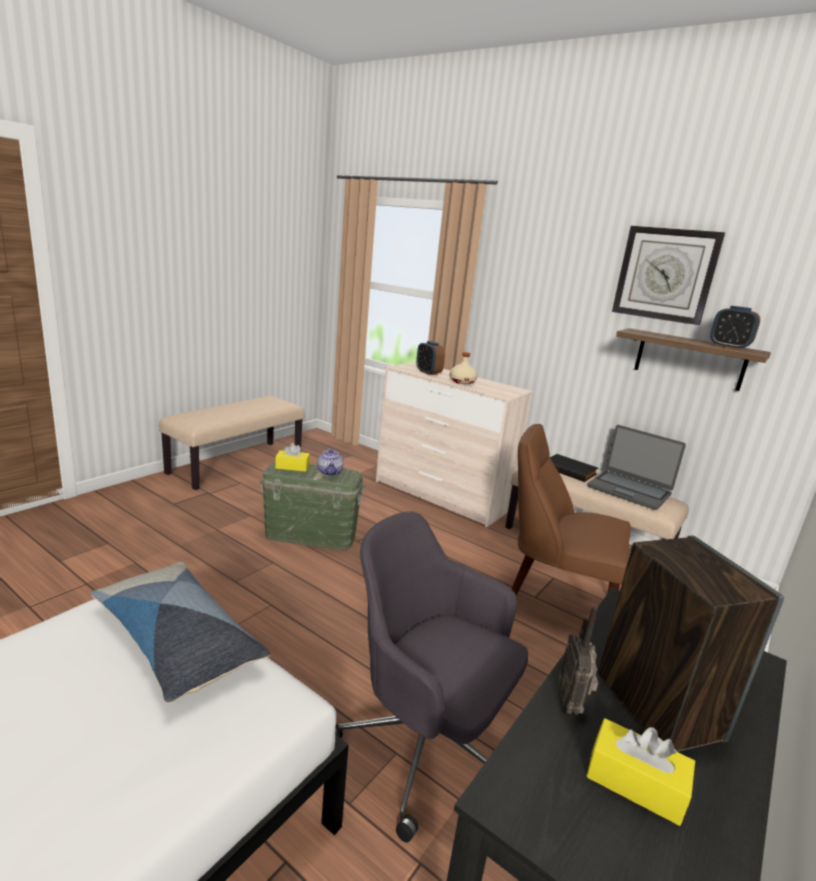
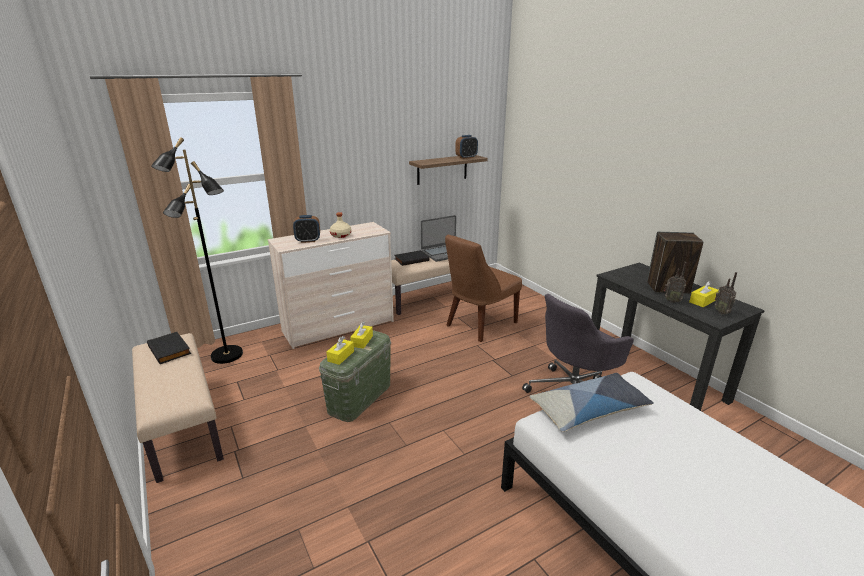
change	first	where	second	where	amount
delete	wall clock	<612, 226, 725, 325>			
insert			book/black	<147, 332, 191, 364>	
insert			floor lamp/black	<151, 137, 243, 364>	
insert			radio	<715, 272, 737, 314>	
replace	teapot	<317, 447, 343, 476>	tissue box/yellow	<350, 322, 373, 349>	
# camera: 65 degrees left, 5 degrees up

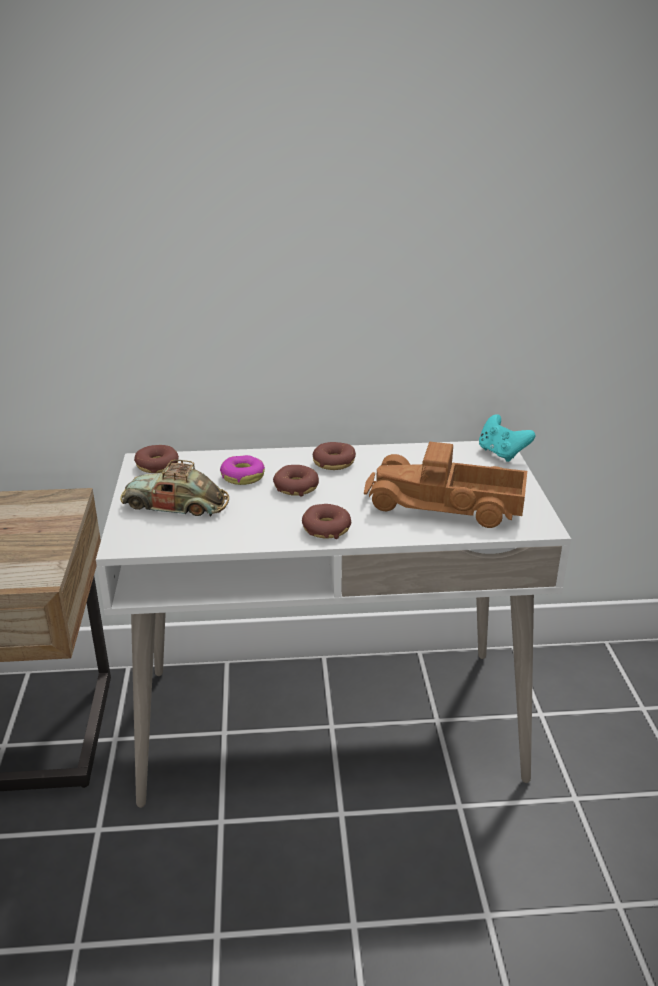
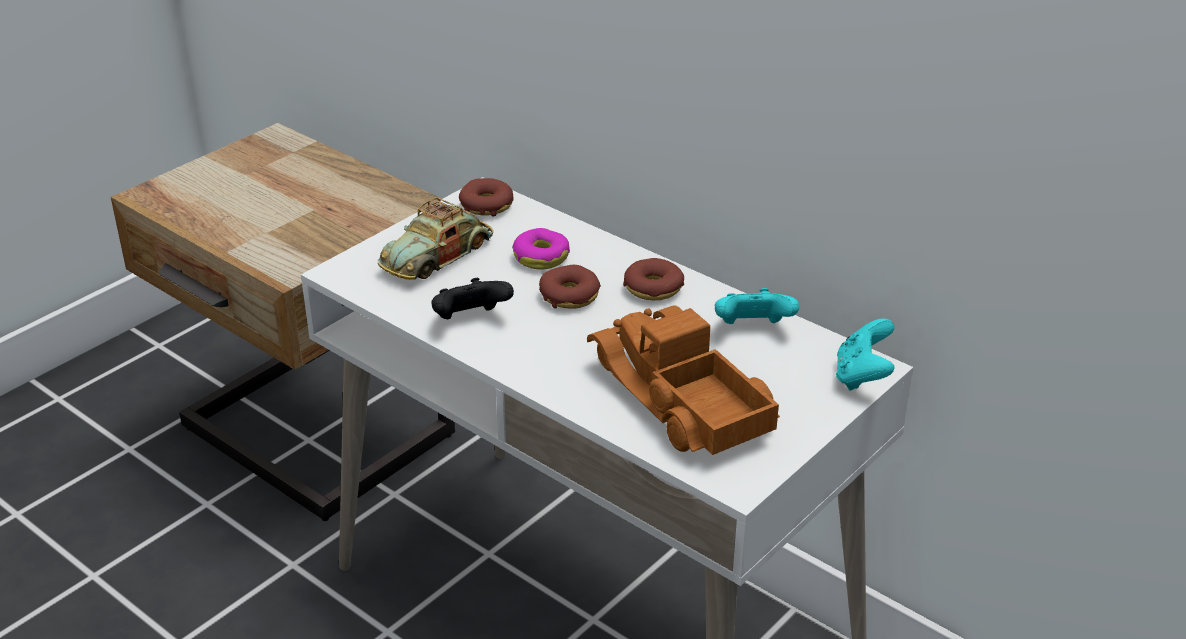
change	first	where	second	where	amount
delete	donut	<302, 504, 351, 539>			
insert			game controller/black	<431, 278, 514, 319>	
insert			game controller/turquoise	<715, 288, 799, 324>	
rotate	toy car	<120, 459, 229, 516>		<378, 198, 493, 280>	105 degrees counterclockwise
# camera: 45 degrees right, 5 degrees up

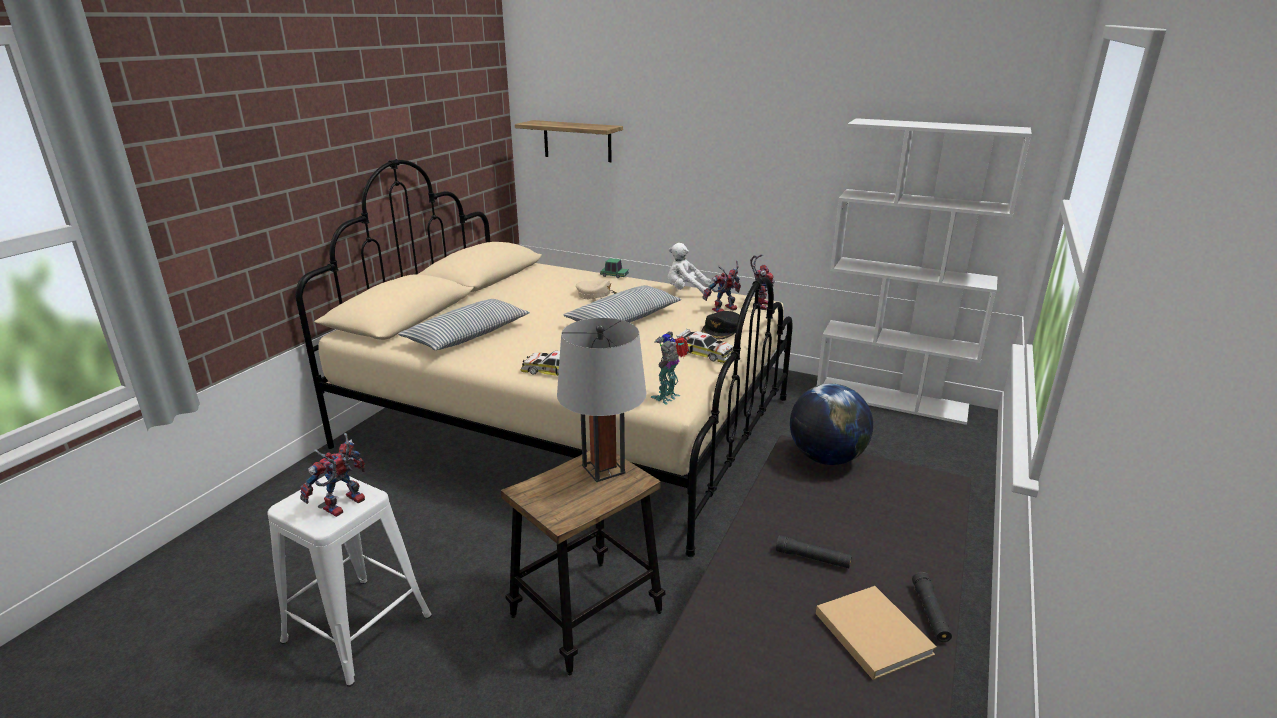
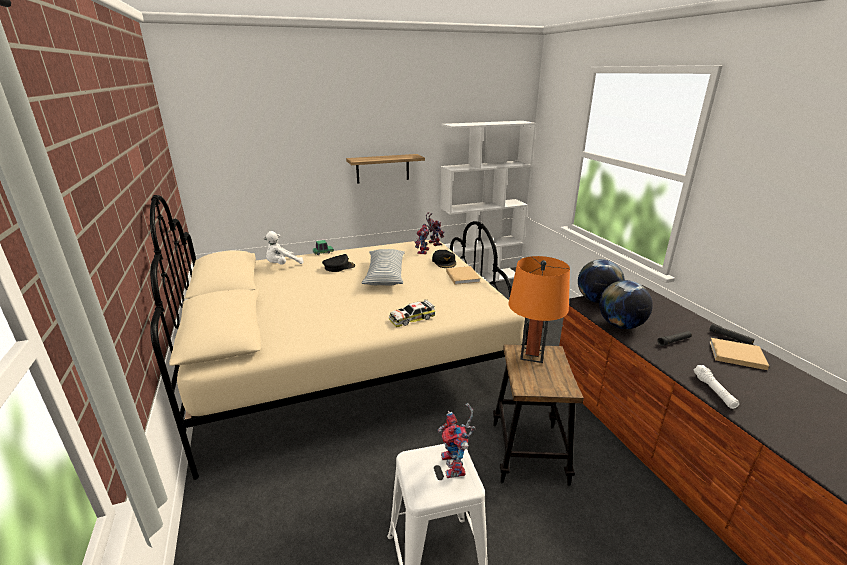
change	first	where	second	where	amount
delete	pillow	<398, 299, 530, 350>			
delete	toy robot	<651, 332, 689, 405>			
insert			globe	<599, 280, 653, 329>	
insert			flashlight/white	<693, 365, 740, 409>	
move	shelf	<515, 120, 623, 162>		<346, 154, 425, 184>	
move	plush toy/white	<668, 243, 711, 295>		<263, 231, 304, 265>	
replace	toy car	<676, 329, 734, 363>	book/beige	<446, 266, 481, 285>	
recolor	table lamp/grey	<557, 318, 646, 482>	table lamp/orange	<509, 256, 570, 363>	
recolor	cap/beige	<576, 280, 617, 299>	cap/black	<322, 254, 355, 272>	
# camera: 45 degrees left, 0 degrees up

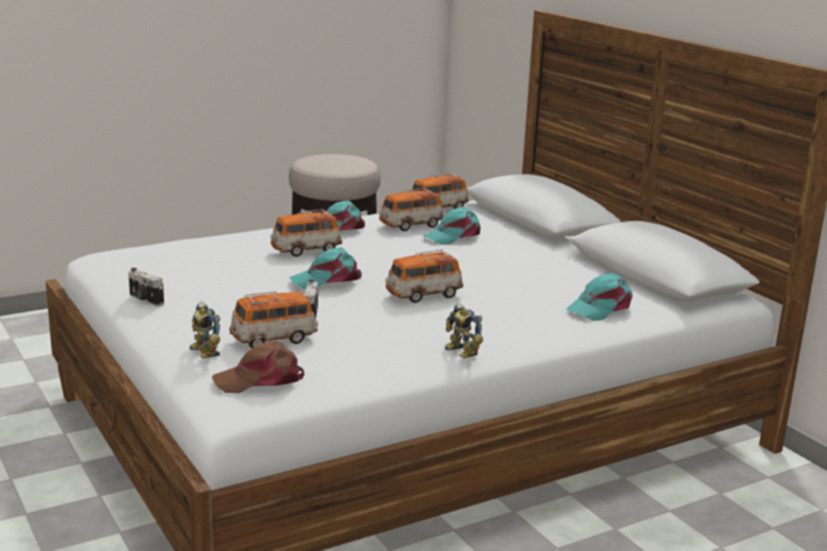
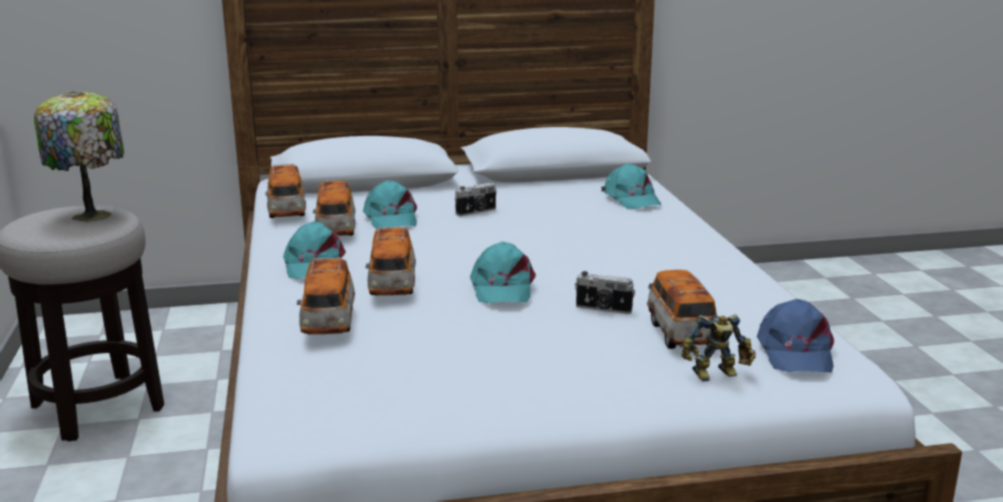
change	first	where	second	where	amount
delete	toy robot	<445, 303, 483, 358>			
insert			table lamp	<34, 91, 124, 222>	
move	photo camera	<128, 268, 164, 307>		<455, 183, 497, 216>	
move	toy car	<385, 250, 463, 303>		<297, 257, 355, 334>	
recolor	cap/brown	<212, 341, 304, 393>	cap/blue	<757, 299, 834, 372>	
# camera: 70 degrees left, 0 degrees up

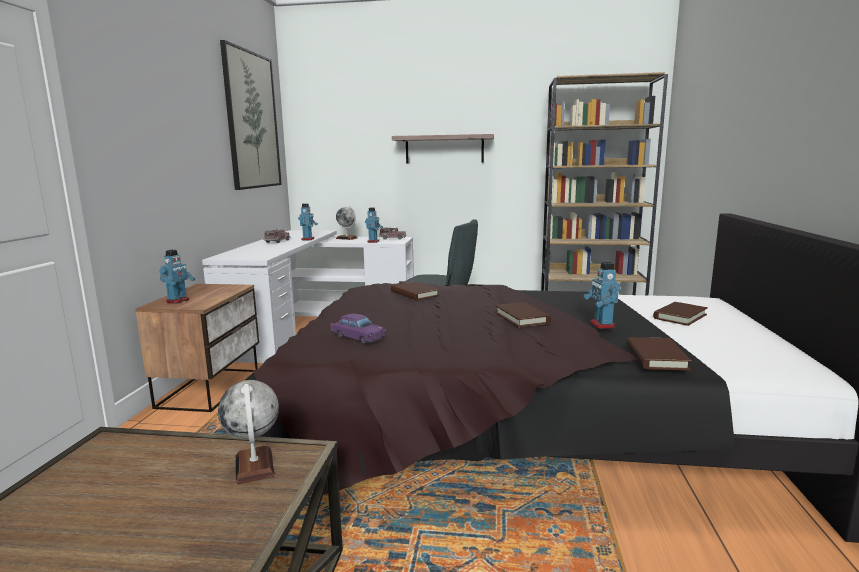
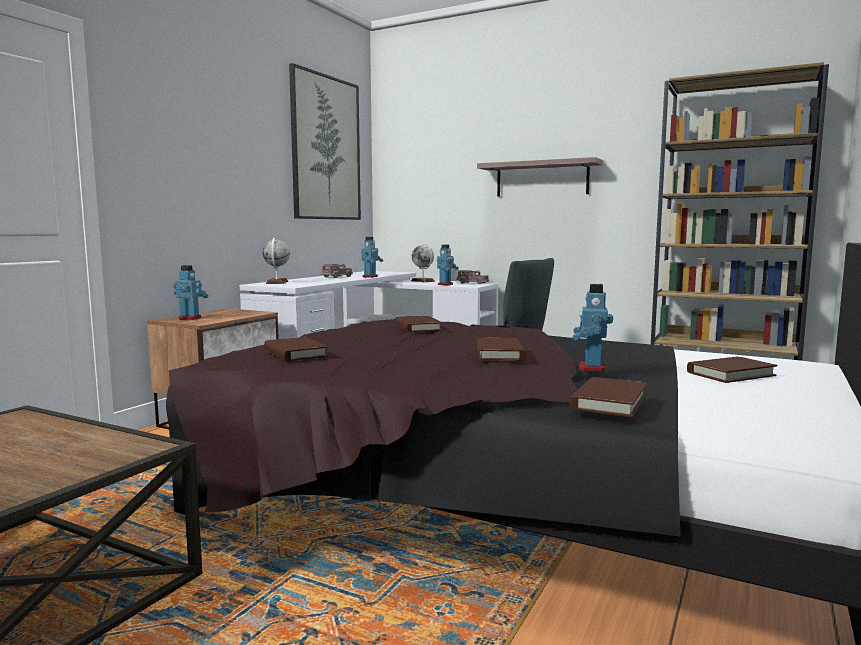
change	first	where	second	where	amount
move	globe	<218, 380, 279, 485>		<262, 238, 290, 284>	
replace	toy car/purple	<330, 314, 386, 344>	book/brown	<264, 337, 328, 361>	
rotate	toy robot	<159, 250, 195, 304>		<173, 265, 209, 320>	120 degrees counterclockwise
# camera: 20 degrees right, 5 degrees down

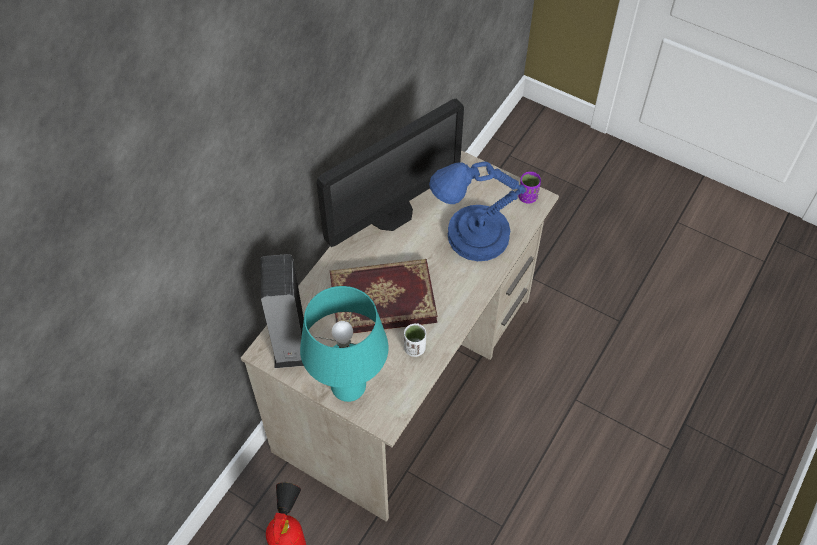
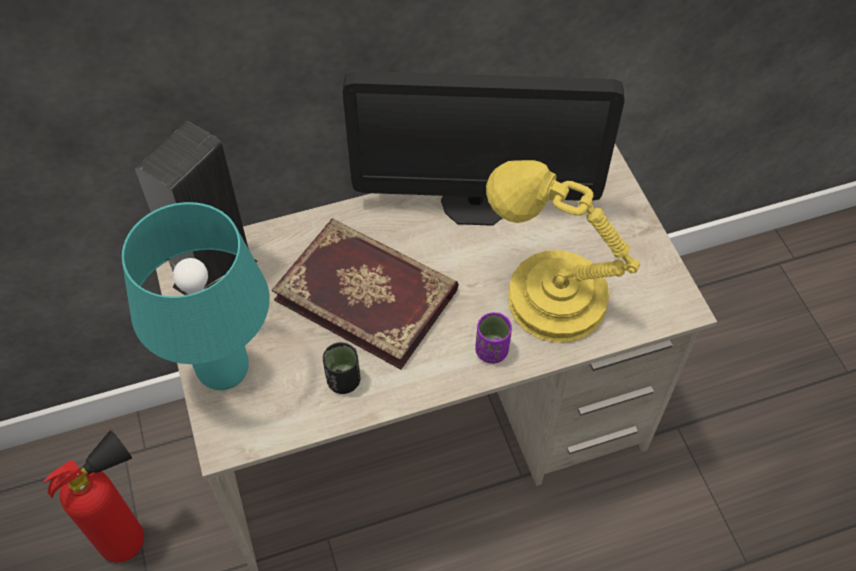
change	first	where	second	where	amount
move	cup/purple	<518, 172, 541, 204>		<475, 312, 512, 364>	
recolor	cup/white	<404, 324, 426, 357>	cup/black	<323, 342, 360, 394>	
recolor	table lamp/blue	<429, 161, 526, 261>	table lamp/yellow	<486, 160, 640, 343>	
# camera: 40 degrees right, 0 degrees up

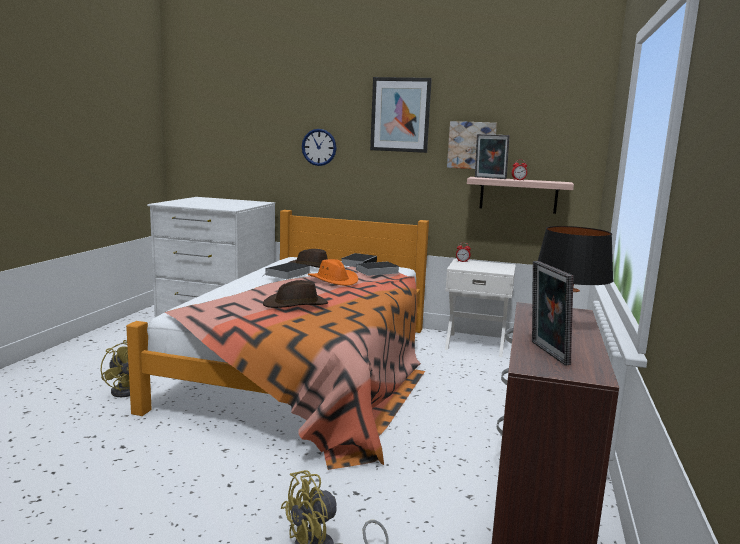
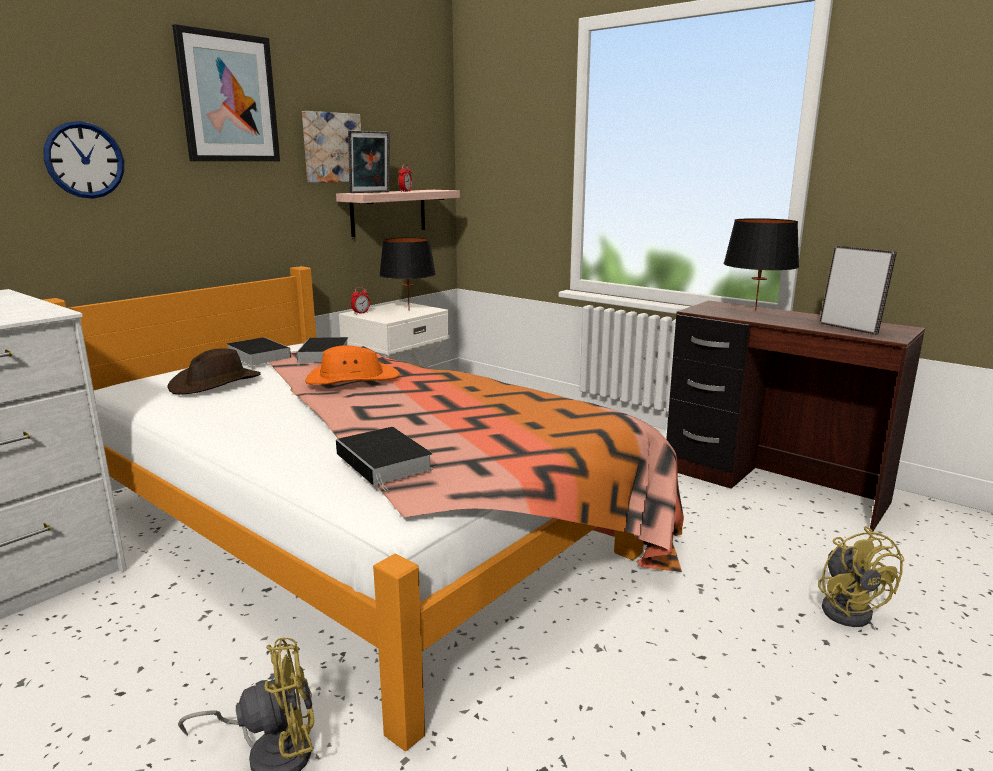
change	first	where	second	where	amount
delete	hat/brown	<263, 280, 328, 308>			
insert			table lamp/black	<379, 237, 436, 311>	
move	book	<265, 262, 311, 279>		<336, 427, 433, 491>	
rotate	picture frame	<532, 261, 573, 366>		<819, 246, 897, 335>	135 degrees counterclockwise
# camera: 65 degrees left, 5 degrees up

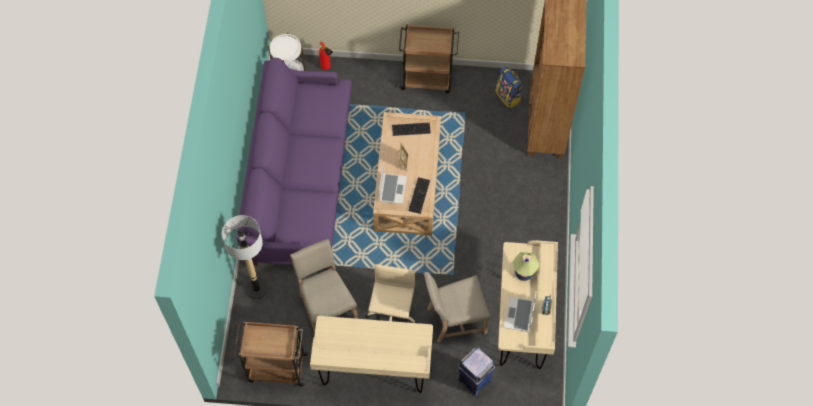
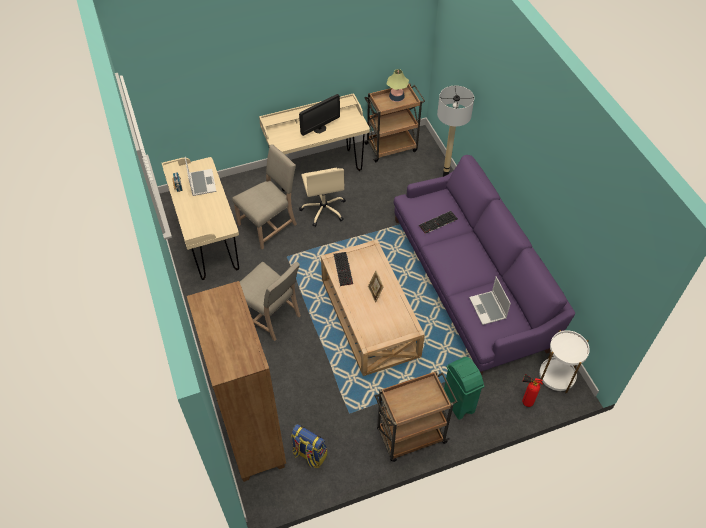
change	first	where	second	where	amount
delete	trash can/blue	<458, 347, 496, 396>			
insert			monitor	<299, 94, 340, 136>	
insert			trash can/green	<444, 357, 484, 420>	
move	chair/beige	<290, 239, 358, 333>		<240, 261, 301, 341>	
move	laptop	<379, 162, 407, 204>		<469, 276, 511, 325>	
move	keyboard	<392, 123, 431, 136>		<419, 211, 458, 234>	
move	table lamp	<512, 252, 540, 281>		<387, 69, 409, 102>	
# camera: 155 degrees right, 10 degrees down

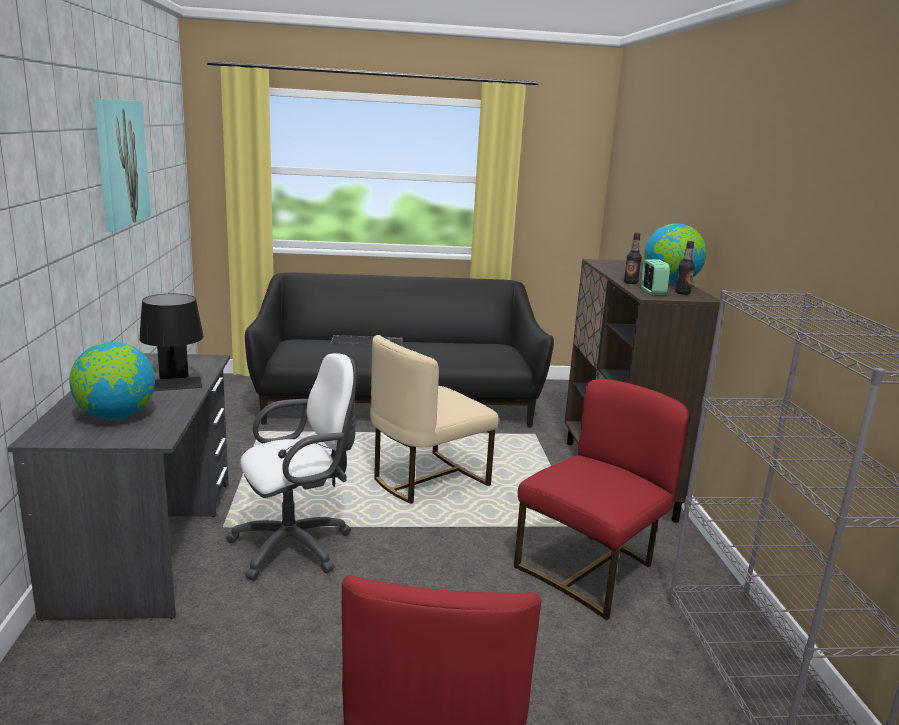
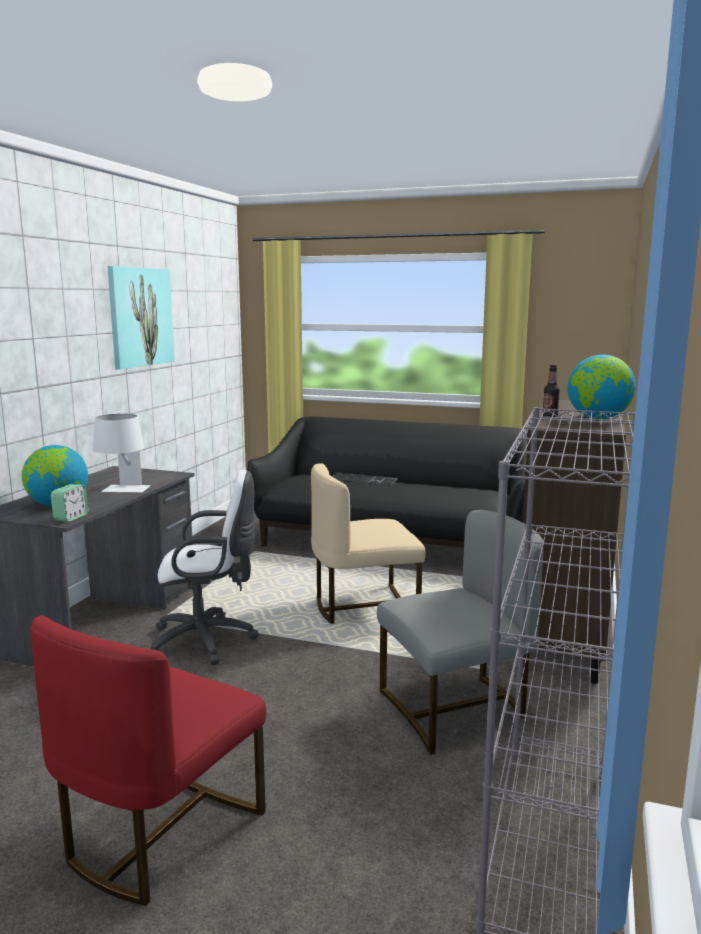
change	first	where	second	where	amount
delete	bottle	<675, 241, 695, 295>			
move	alarm clock	<641, 259, 670, 295>		<51, 484, 89, 522>	
recolor	table lamp/black	<139, 294, 204, 391>	table lamp/white	<93, 414, 151, 492>	
recolor	chair/red	<514, 379, 689, 620>	chair/grey	<377, 510, 544, 755>	
# camera: 25 degrees right, 5 degrees down

